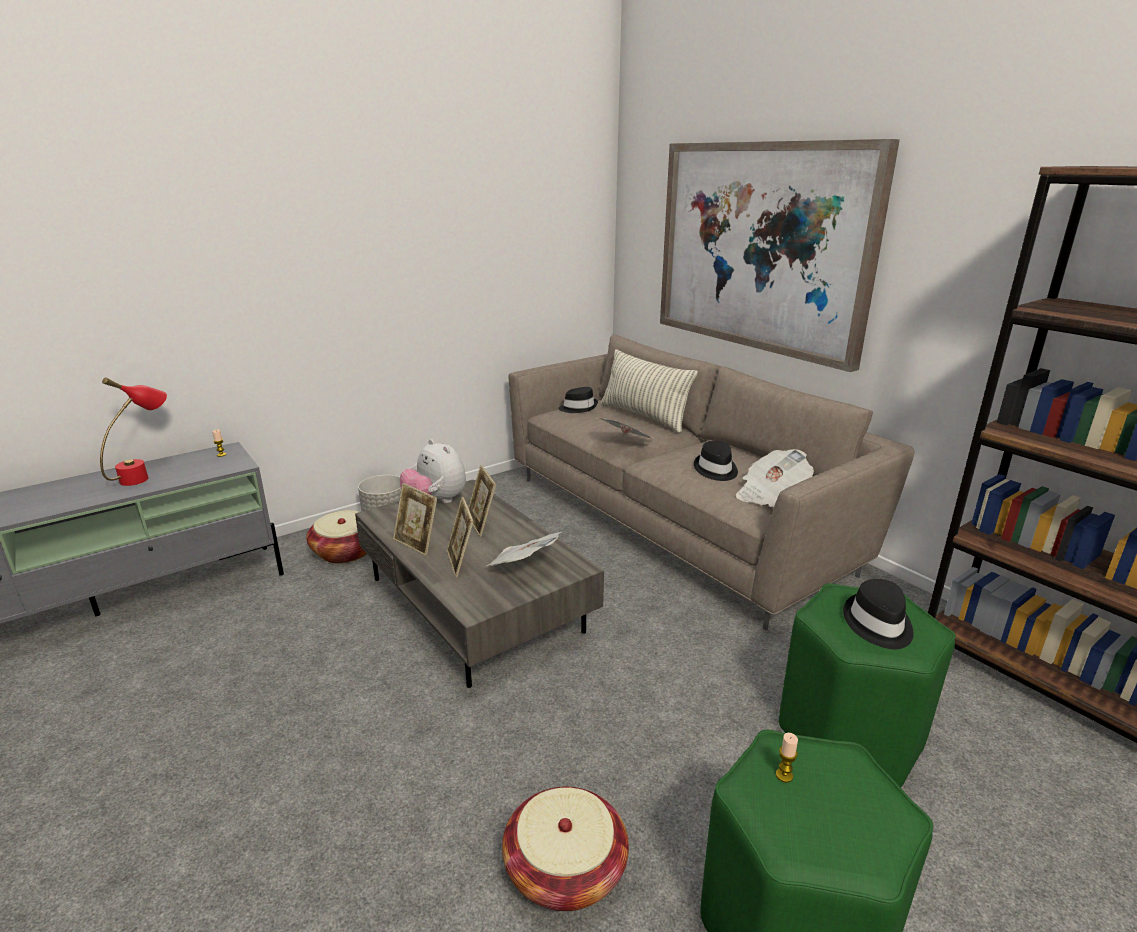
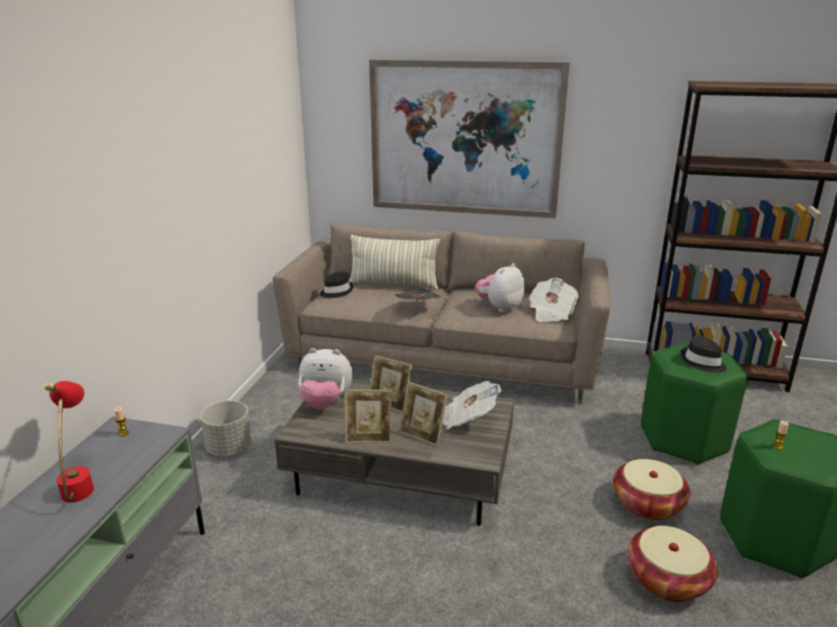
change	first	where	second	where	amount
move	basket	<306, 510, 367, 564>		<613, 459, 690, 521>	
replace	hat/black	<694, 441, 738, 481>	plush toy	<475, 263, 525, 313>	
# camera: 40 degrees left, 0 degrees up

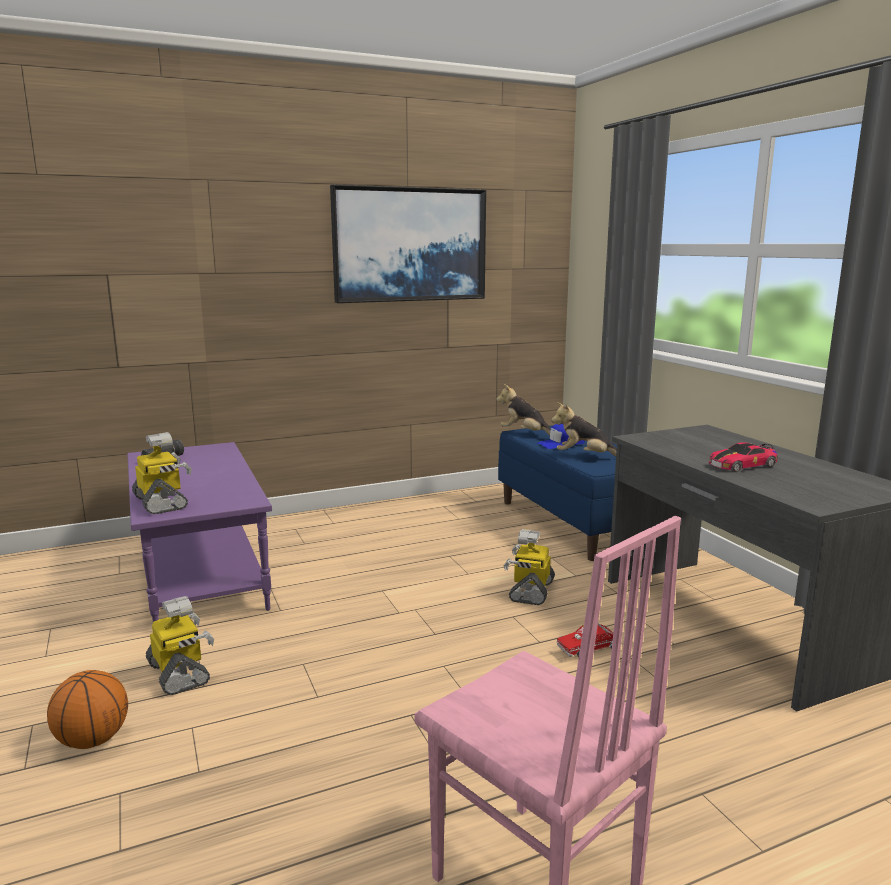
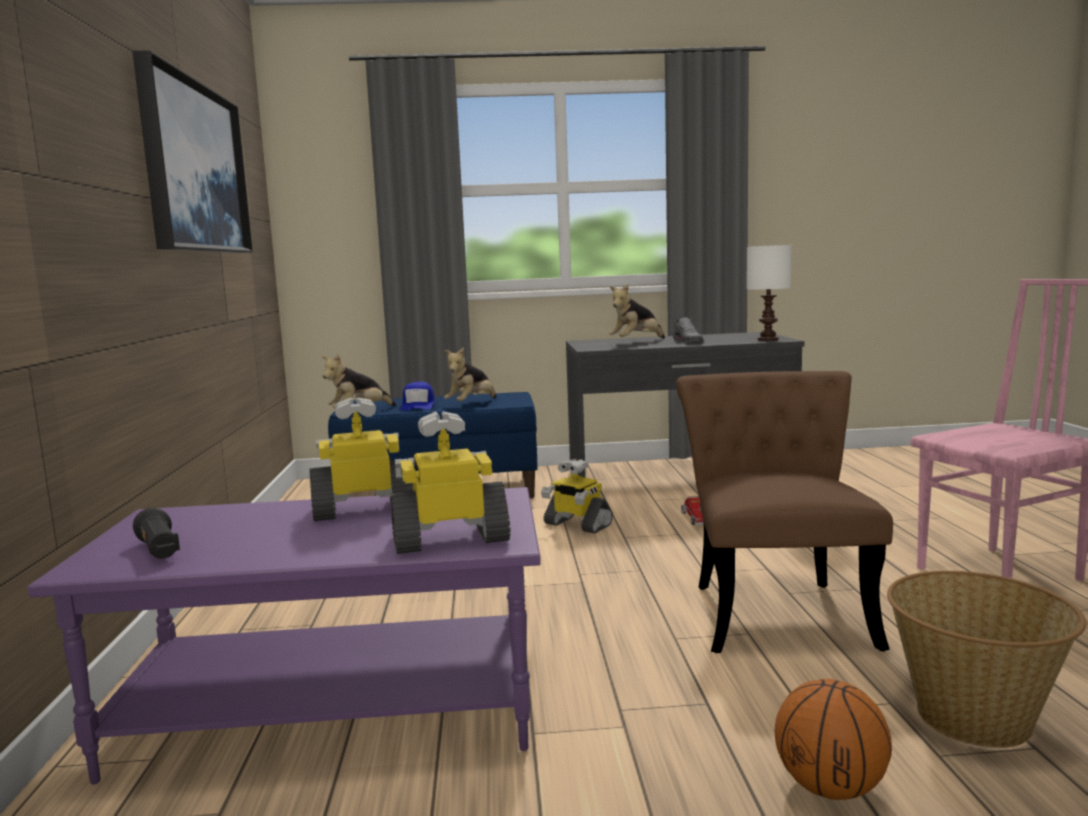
change	first	where	second	where	amount
insert			plush toy	<609, 284, 665, 338>	
insert			chair/brown	<676, 371, 893, 653>	
insert			table lamp/white	<747, 245, 792, 341>	
insert			basket	<887, 571, 1086, 748>	
move	toy robot	<146, 596, 214, 695>		<309, 397, 413, 521>	
replace	toy car	<709, 442, 777, 472>	shoe/grey	<673, 317, 704, 343>	
# camera: 70 degrees left, 5 degrees down

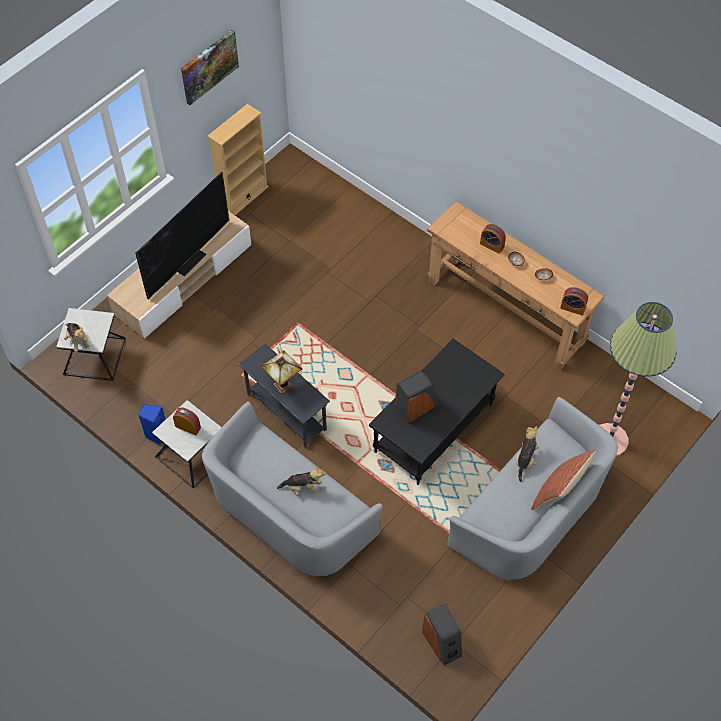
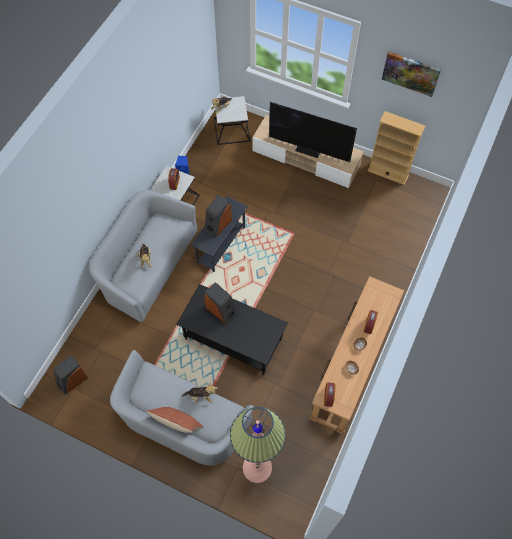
change	first	where	second	where	amount
replace	table lamp	<261, 350, 302, 394>	speaker	<204, 195, 232, 238>	
# camera: 75 degrees right, 5 degrees up

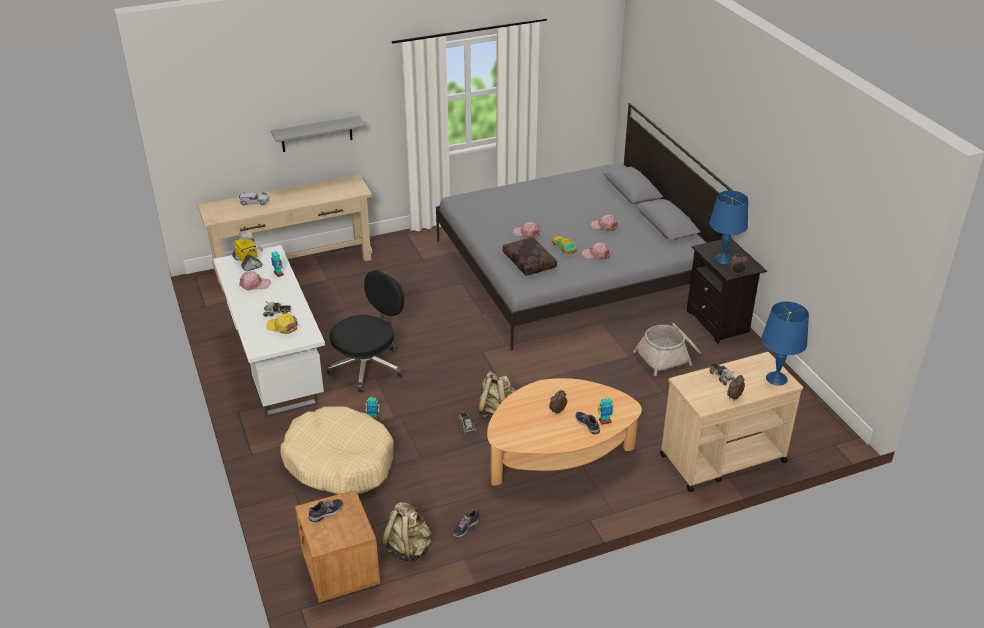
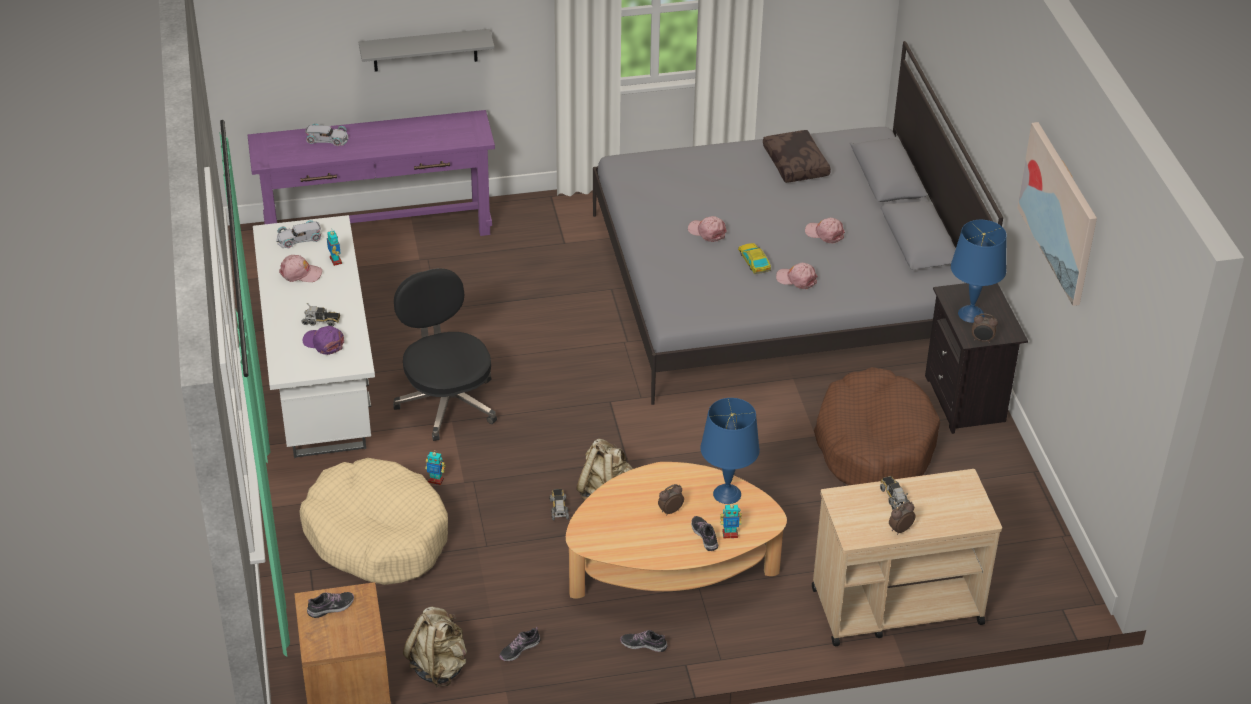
change	first	where	second	where	amount
insert			shoe	<620, 630, 668, 652>	
insert			picture	<1017, 122, 1097, 306>	
move	pillow/brown	<502, 237, 557, 276>		<763, 130, 831, 183>	
move	table lamp/blue	<761, 301, 809, 386>		<700, 398, 760, 504>	
replace	toy robot	<232, 230, 263, 271>	toy car/white	<276, 220, 321, 248>	
replace	basket	<633, 323, 702, 376>	dog bed/brown	<814, 367, 940, 485>	
recolor	console table/beige	<198, 175, 372, 291>	console table/purple	<248, 110, 495, 236>	
recolor	cap/yellow	<266, 313, 298, 334>	cap/purple	<303, 326, 344, 355>	
rotate	office chair/black	<327, 270, 404, 392>		<393, 268, 497, 441>	75 degrees counterclockwise
# camera: 10 degrees right, 5 degrees up

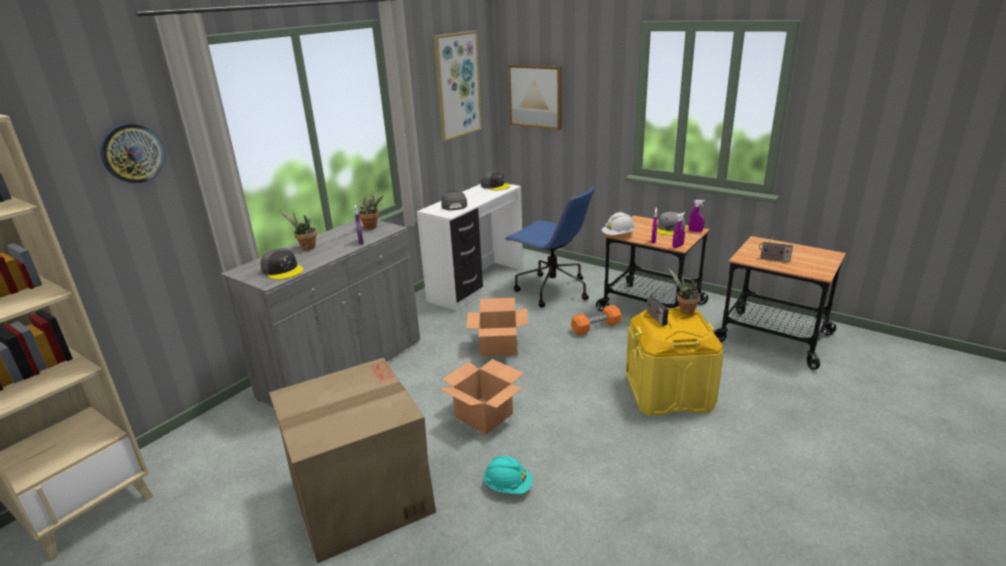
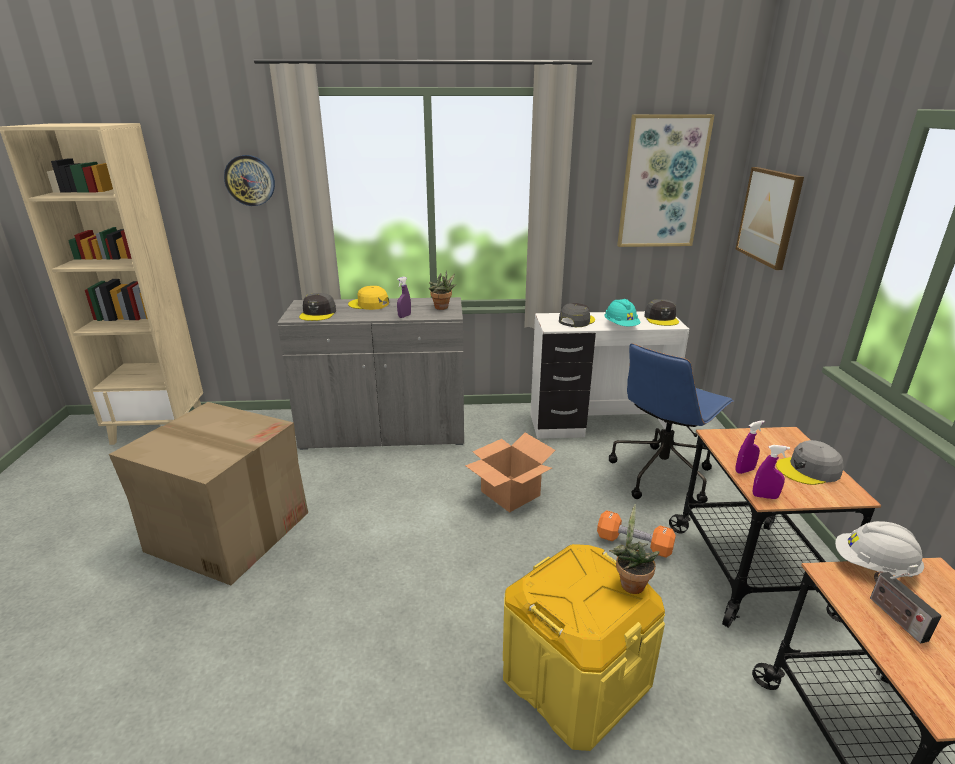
change	first	where	second	where	amount
delete	cardboard box	<438, 359, 524, 434>			
delete	radio	<647, 292, 669, 326>			
delete	spray bottle/purple	<689, 200, 705, 232>			
move	hard hat/turquoise	<483, 456, 533, 494>		<604, 299, 641, 326>	
move	hard hat/white	<602, 212, 635, 235>		<835, 521, 924, 577>	
replace	potted plant	<279, 209, 317, 250>	cap/yellow	<348, 286, 389, 310>	
rotate	office chair/blue	<505, 186, 595, 307>		<609, 343, 734, 503>	45 degrees clockwise
# camera: 50 degrees right, 0 degrees up

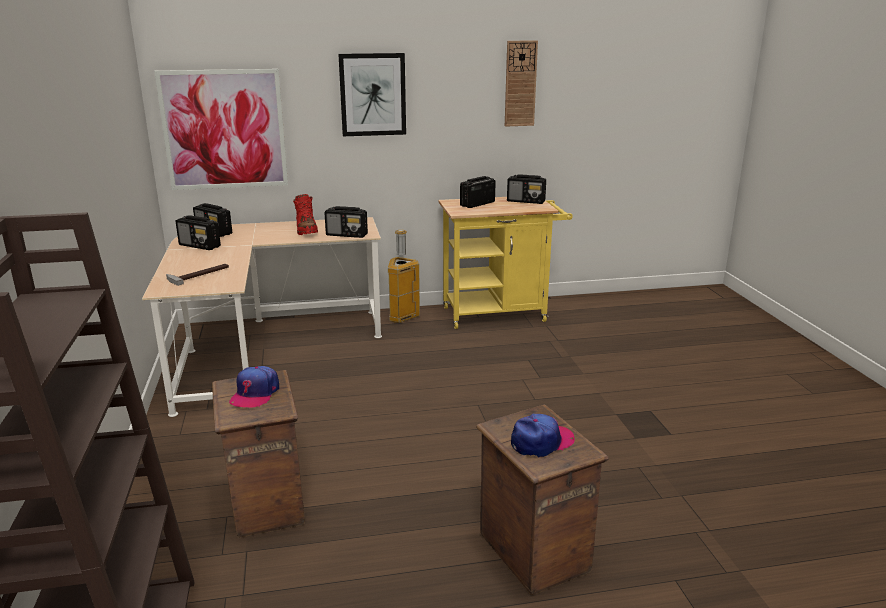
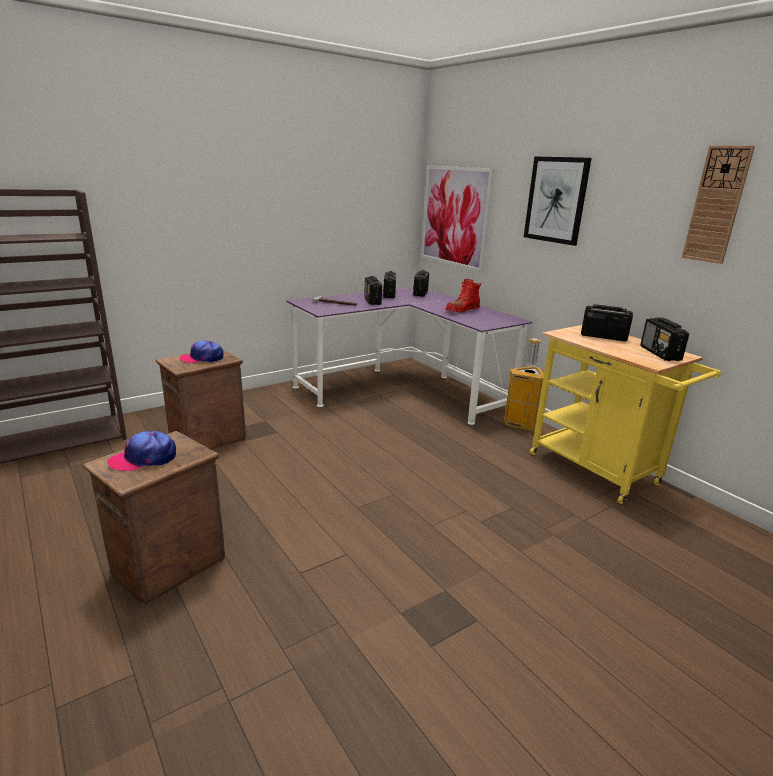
change	first	where	second	where	amount
move	radio	<324, 206, 368, 238>		<364, 276, 382, 305>	
recolor	desk/beige	<142, 217, 382, 417>	desk/purple	<286, 289, 533, 425>	
rotate	cap	<511, 414, 575, 457>		<108, 431, 176, 471>	120 degrees clockwise
# camera: 65 degrees right, 0 degrees up

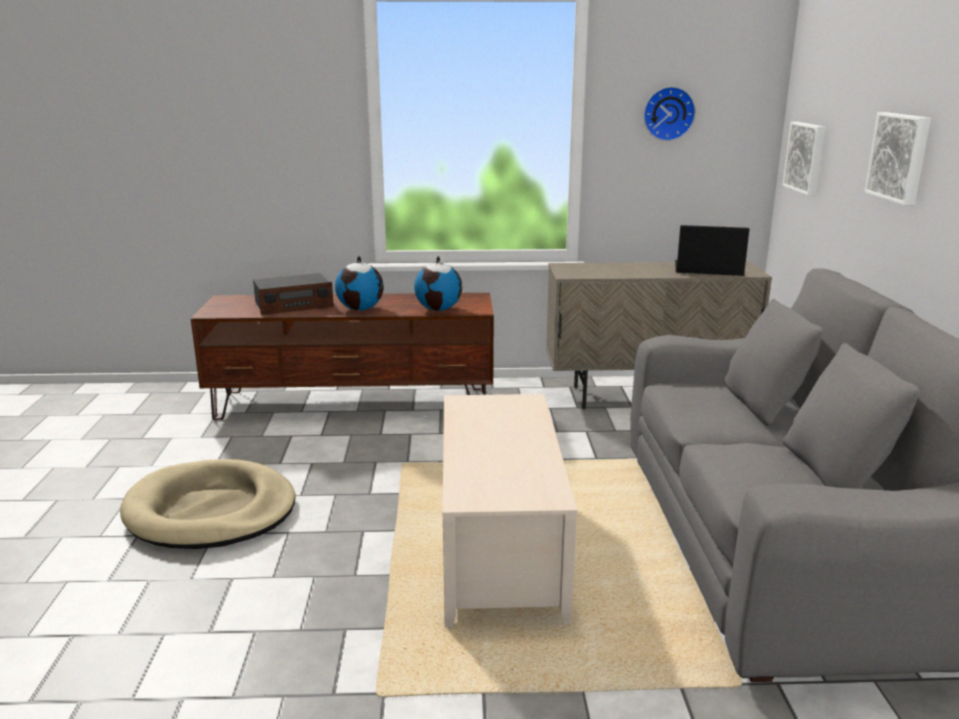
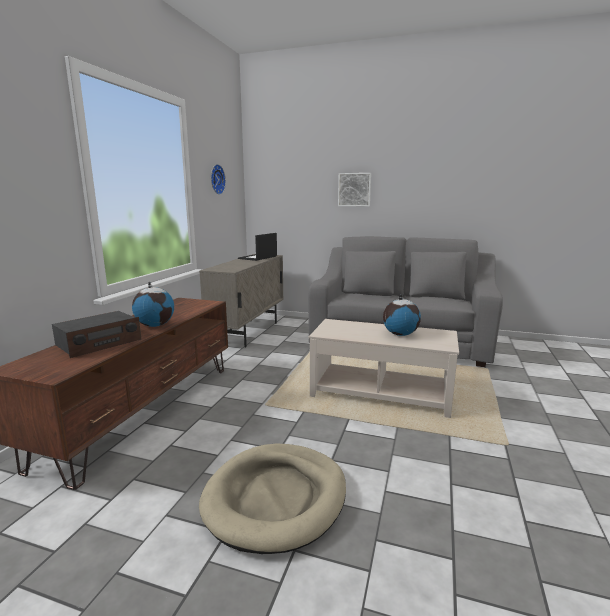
change	first	where	second	where	amount
delete	picture	<782, 122, 826, 196>			
move	globe	<414, 256, 462, 311>		<383, 294, 421, 336>	
rotate	radio	<253, 273, 334, 315>		<52, 311, 141, 358>	45 degrees clockwise
# camera: 70 degrees left, 5 degrees down

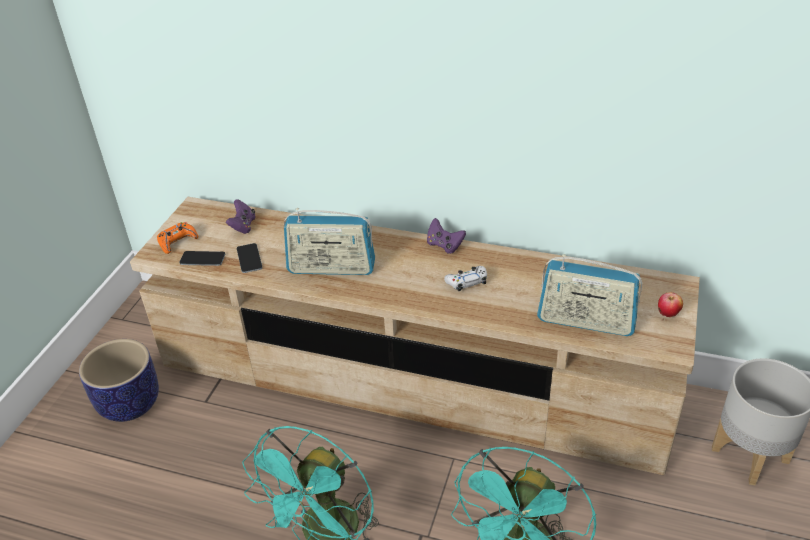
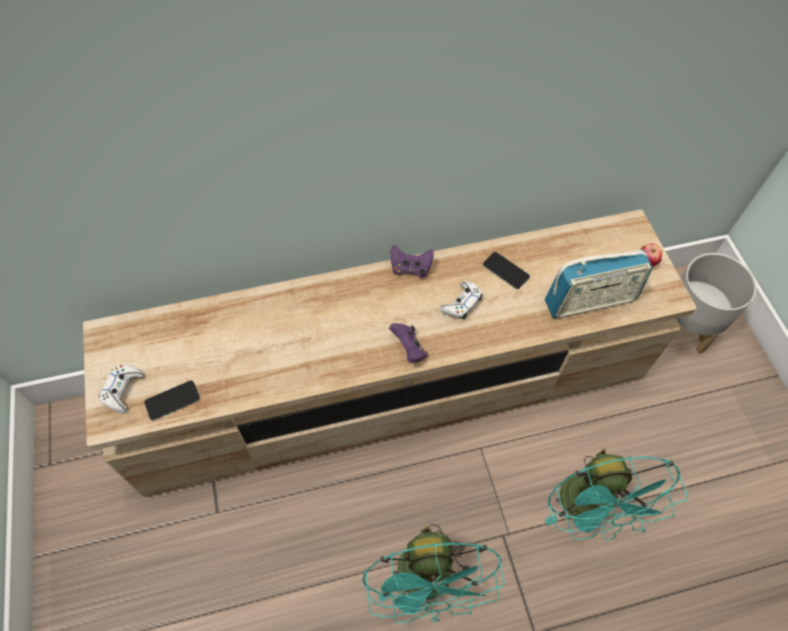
change	first	where	second	where	amount
delete	planter	<79, 339, 159, 422>			
delete	radio	<284, 208, 375, 275>			
move	game controller/purple	<226, 199, 256, 234>		<389, 323, 428, 363>	
move	phone	<237, 243, 263, 273>		<483, 252, 530, 289>	
recolor	game controller/orange	<157, 222, 198, 254>	game controller/white	<99, 365, 145, 414>	
# camera: 35 degrees left, 20 degrees up

